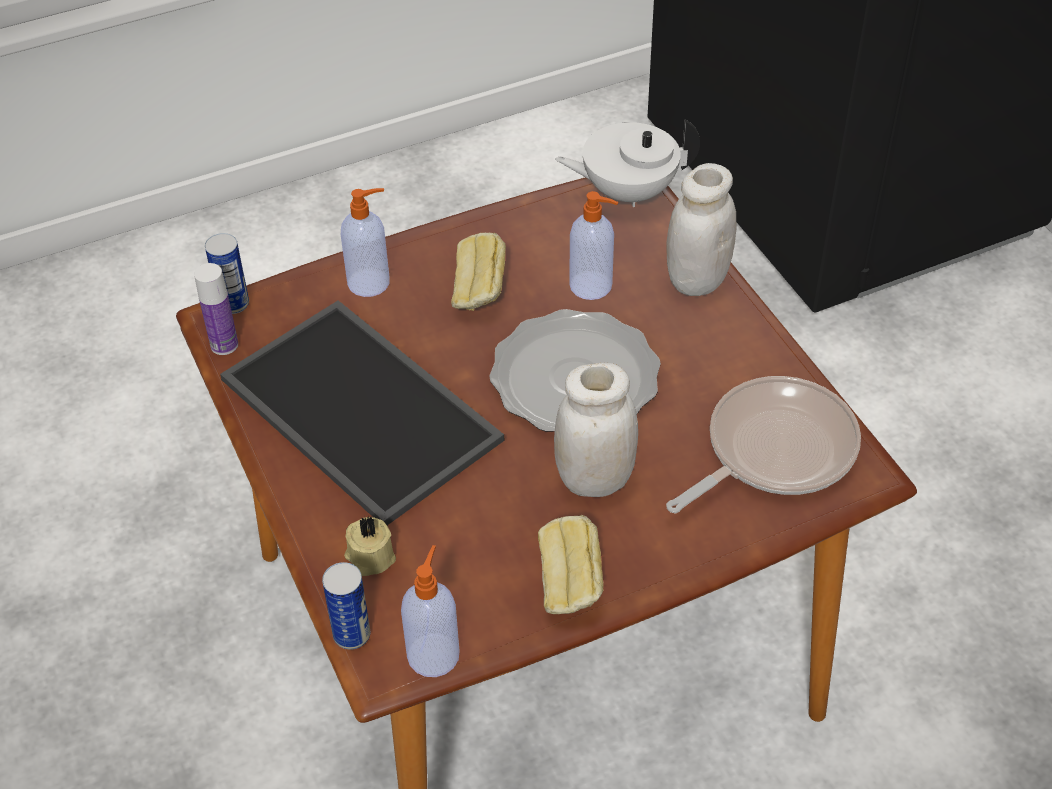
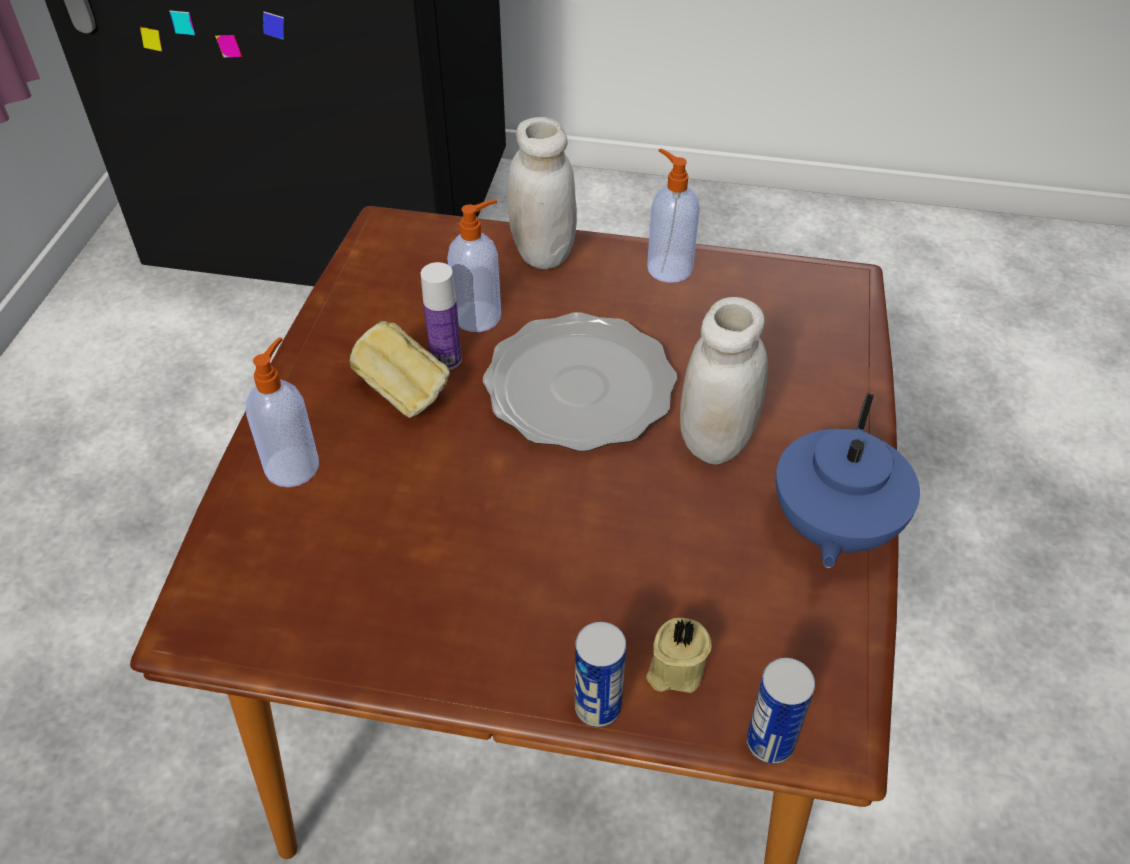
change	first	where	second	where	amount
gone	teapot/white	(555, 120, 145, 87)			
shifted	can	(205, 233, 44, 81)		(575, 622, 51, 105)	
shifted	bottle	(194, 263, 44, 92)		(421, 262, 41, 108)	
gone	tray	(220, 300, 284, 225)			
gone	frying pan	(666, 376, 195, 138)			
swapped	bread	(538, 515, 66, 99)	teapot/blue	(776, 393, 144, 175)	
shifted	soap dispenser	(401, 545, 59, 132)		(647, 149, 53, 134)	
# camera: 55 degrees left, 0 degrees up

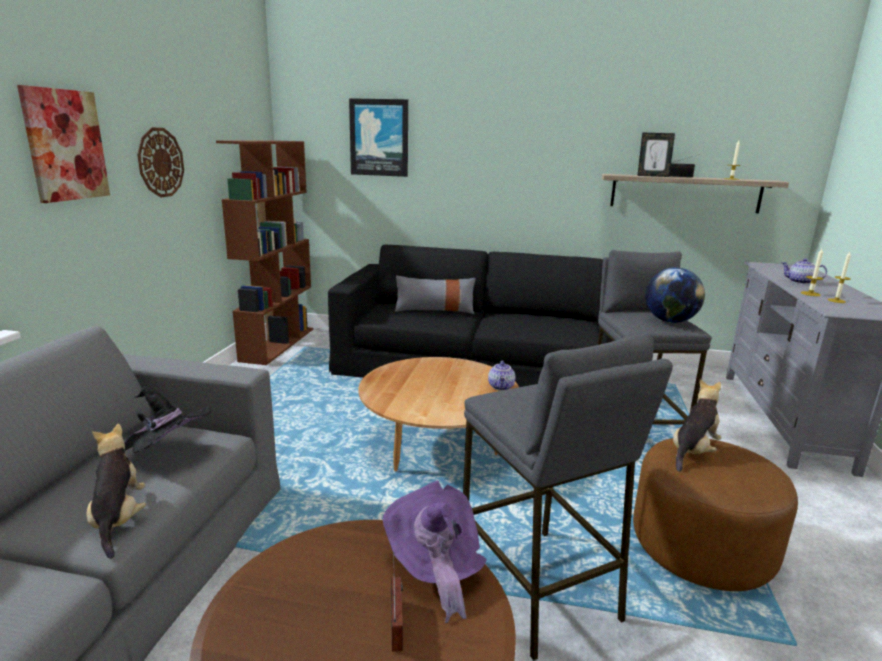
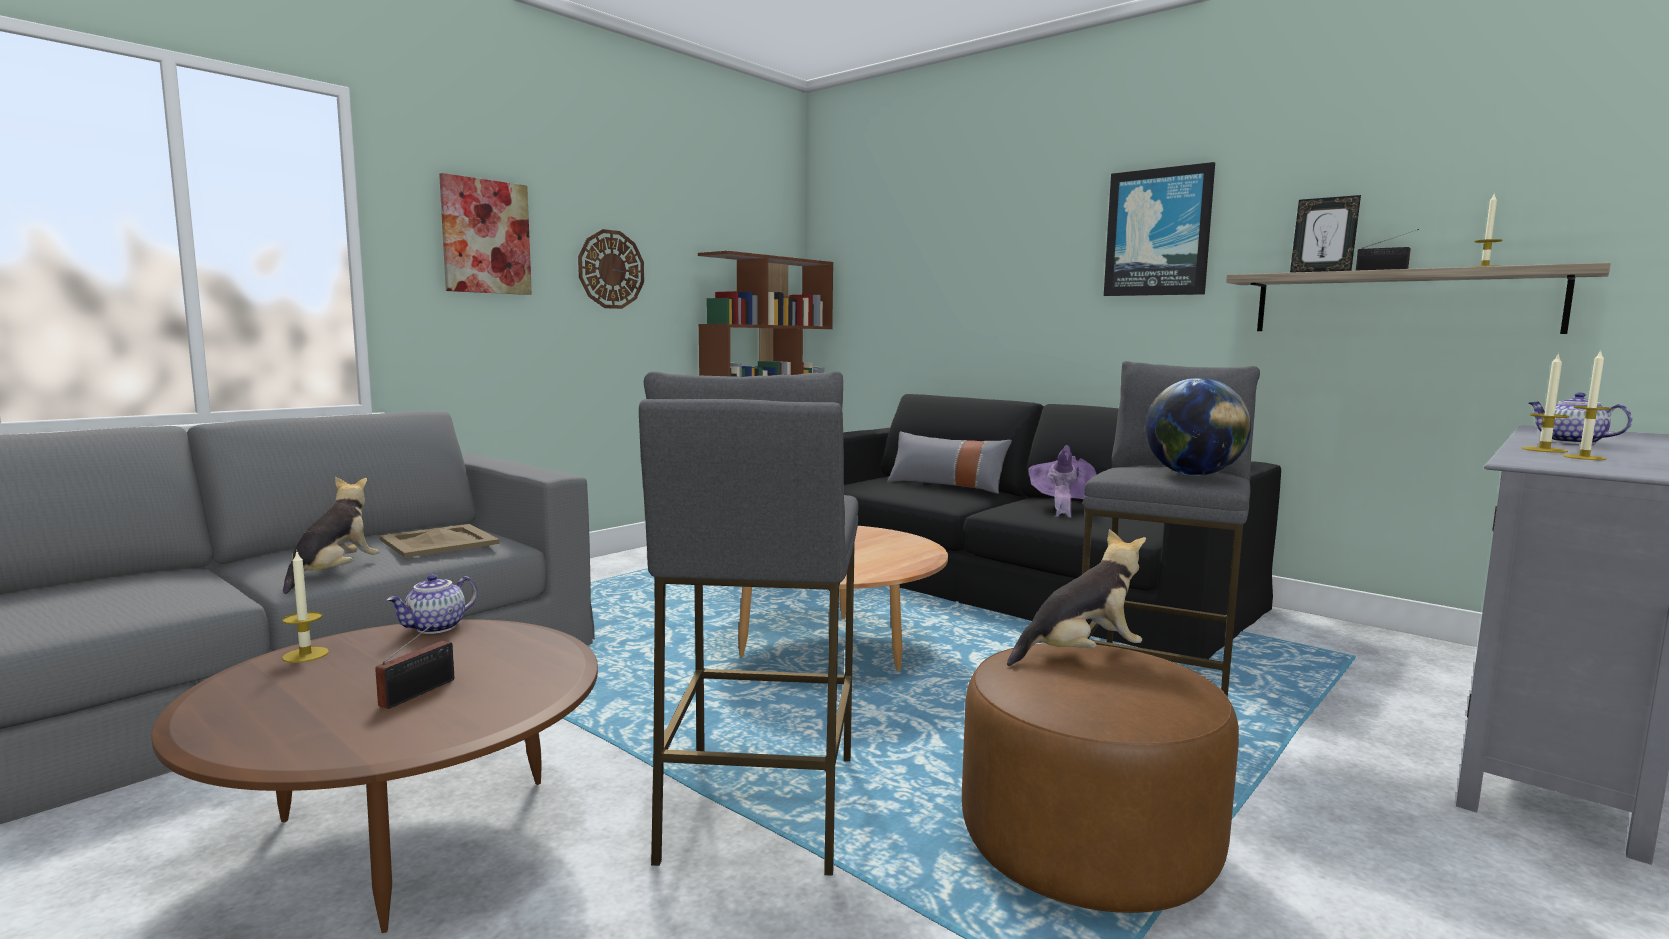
change	first	where	second	where	amount
shifted	picture	(349, 98, 59, 79)		(1104, 162, 111, 134)	
shifted	teapot	(488, 360, 27, 31)		(386, 574, 92, 60)	
swapped	hat/black	(124, 386, 87, 67)	tray/beige	(379, 524, 121, 34)	
shifted	hat/purple	(383, 481, 104, 142)		(1028, 445, 69, 73)	
new			candle	(282, 550, 47, 113)	
# camera: 30 degrees right, 10 degrees down

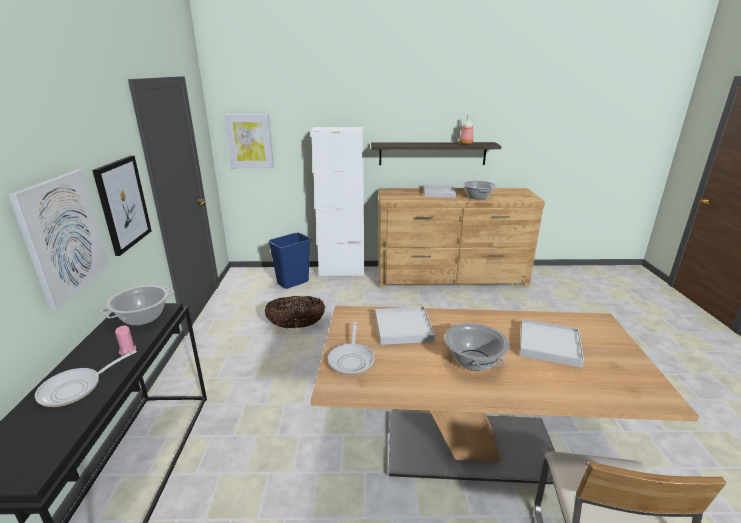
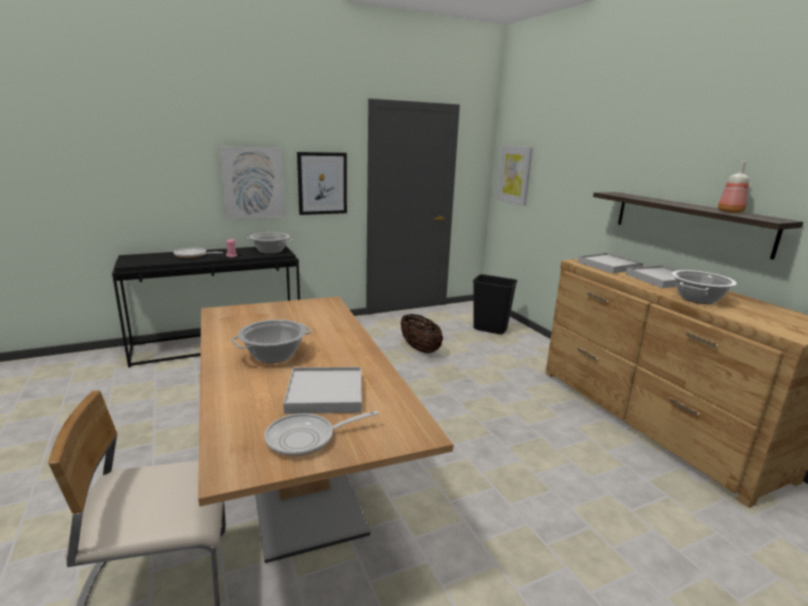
change	first	where	second	where	amount
gone	cabinet/white	(311, 127, 53, 149)			
repainted	trash can/blue	(268, 233, 43, 56)	trash can/black	(473, 274, 44, 60)	
shifted	tray/white	(375, 307, 60, 38)		(578, 253, 65, 20)	
shifted	frying pan	(328, 322, 47, 53)		(265, 411, 114, 46)	
# camera: 65 degrees right, 5 degrees down

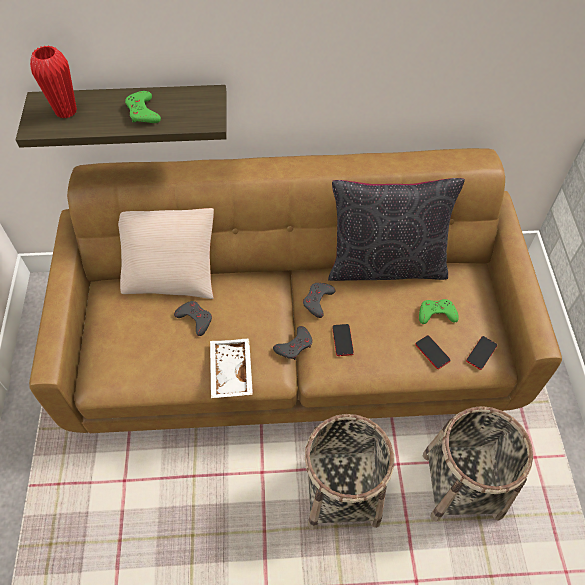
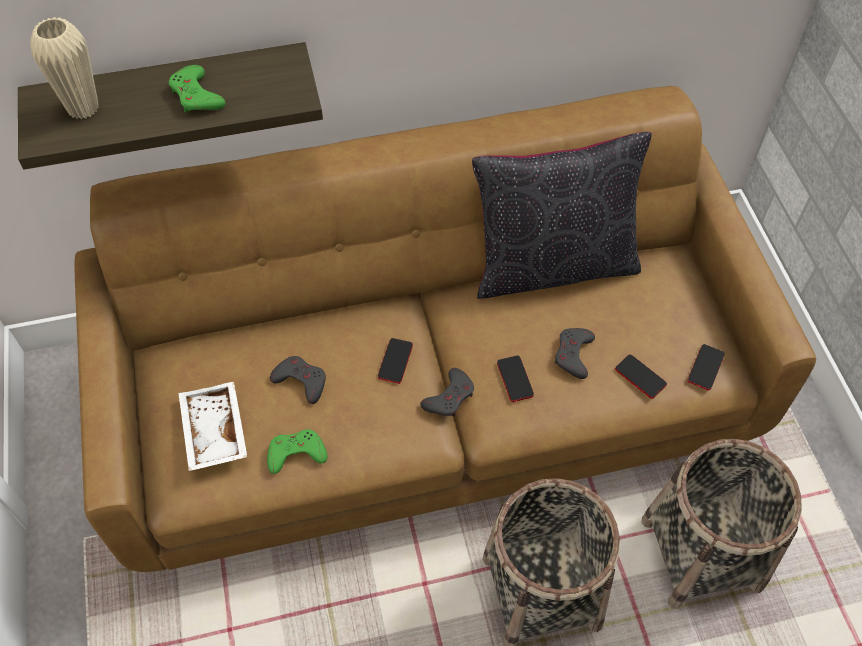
change	first	where	second	where	amount
repainted	vase/red	(30, 45, 47, 73)	vase/beige	(30, 17, 69, 102)	
gone	pillow/beige	(118, 208, 96, 91)			
shifted	game controller/grey	(303, 283, 33, 35)		(555, 328, 40, 51)	
shifted	game controller/green	(419, 299, 40, 25)		(267, 429, 61, 45)	
shifted	tray/white	(210, 339, 43, 59)		(178, 382, 69, 89)	
new			phone	(378, 338, 35, 46)	
# camera: 10 degrees left, 0 degrees up

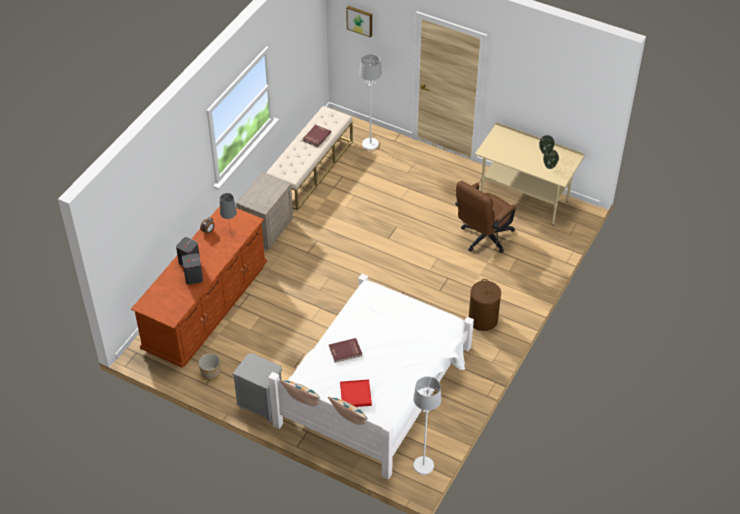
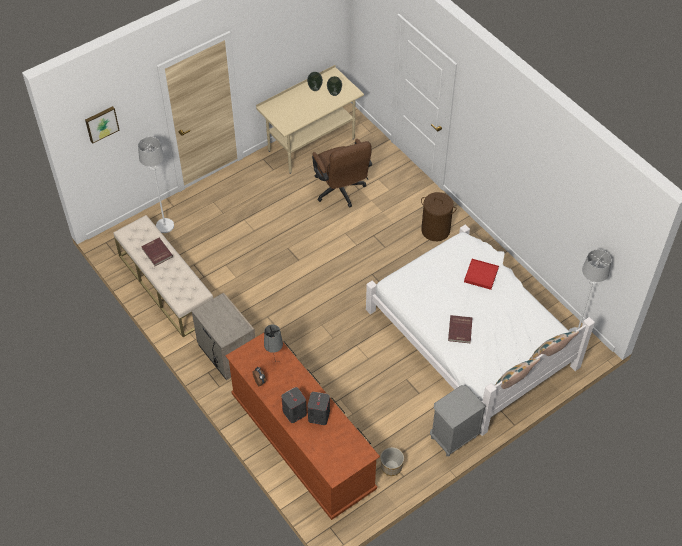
change	first	where	second	where	amount
shifted	tray/red	(340, 379, 32, 28)		(464, 259, 35, 31)	
# camera: 65 degrees left, 5 degrees up

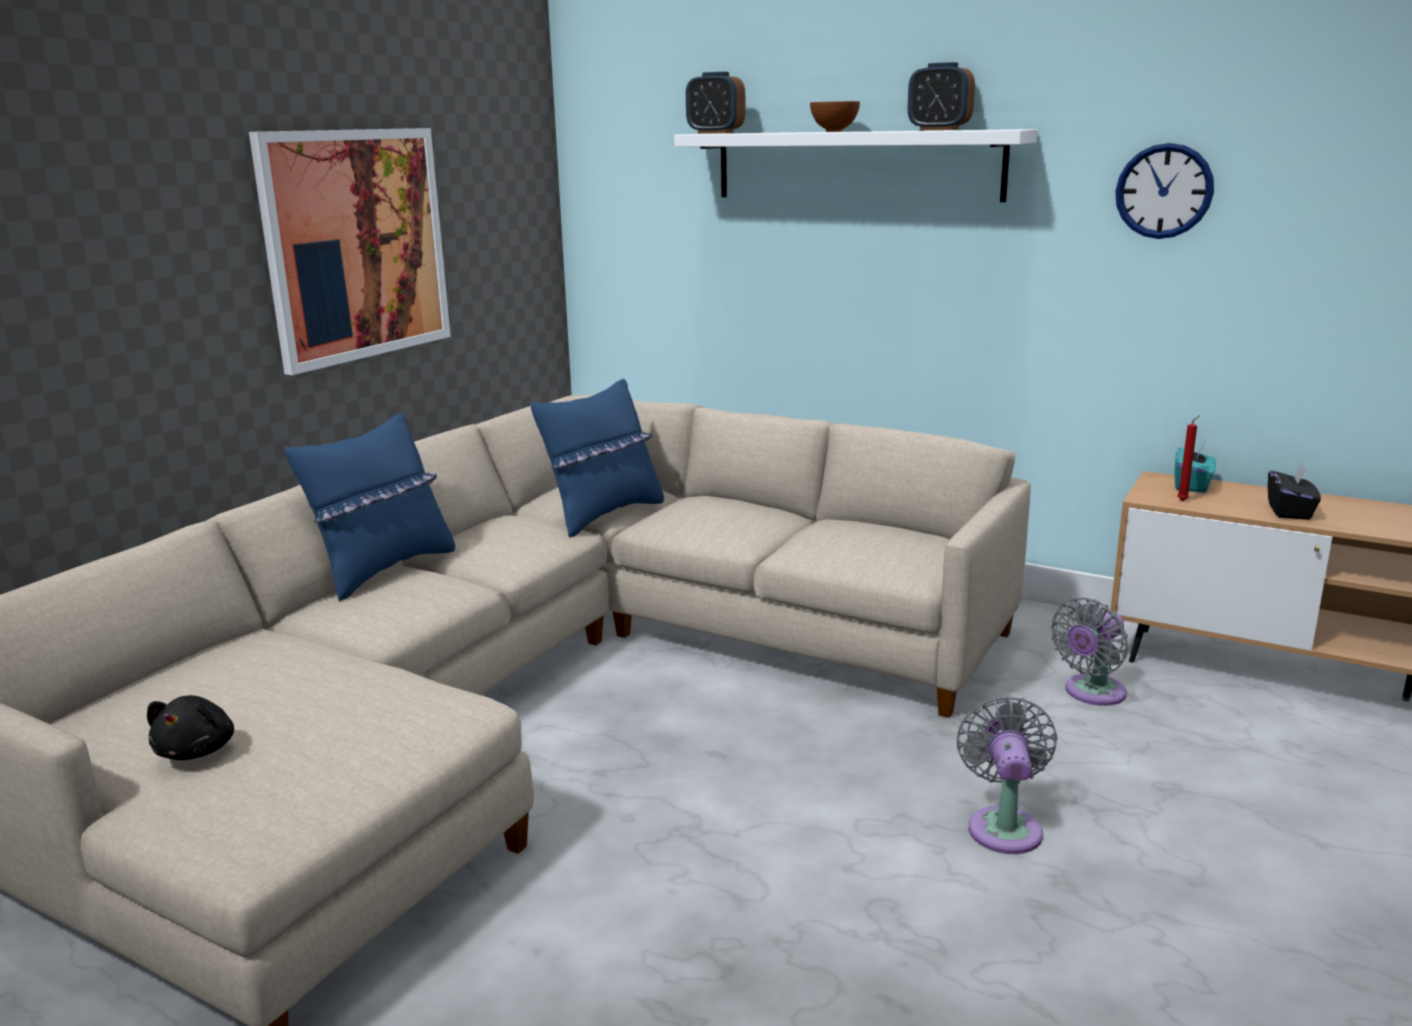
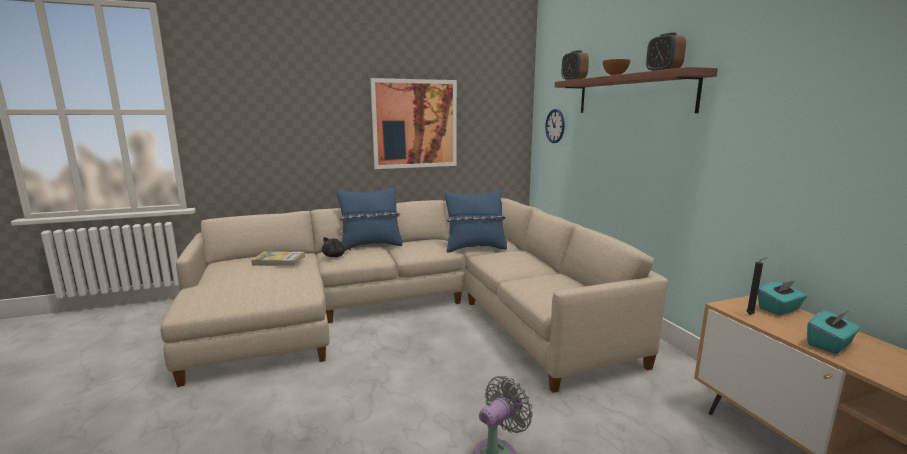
change	first	where	second	where	amount
repainted	shelf/white	(674, 129, 363, 73)	shelf/brown	(555, 67, 163, 46)	
shifted	wall clock	(1115, 143, 99, 96)		(545, 109, 20, 34)	
repainted	candle/red	(1177, 415, 23, 86)	candle/black	(746, 257, 22, 58)	
repainted	tissue box/black	(1268, 464, 53, 56)	tissue box/turquoise	(807, 311, 53, 43)	
gone	fan/grey	(1051, 598, 77, 108)			
shifted	plush toy/black	(147, 695, 87, 65)		(322, 237, 29, 20)	
new			book	(251, 251, 54, 15)	
# camera: 40 degrees right, 5 degrees down

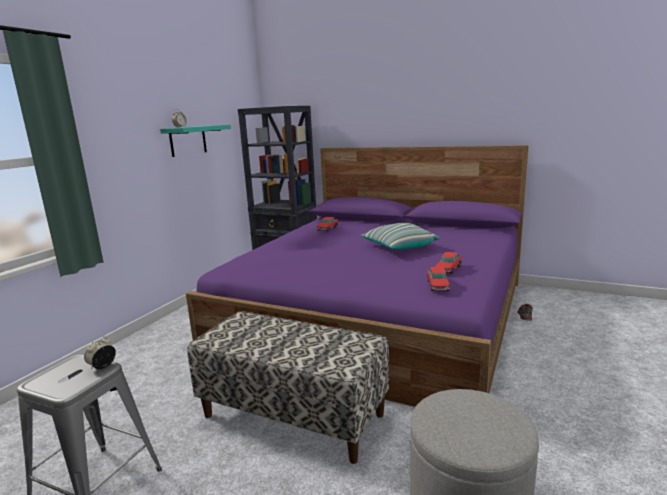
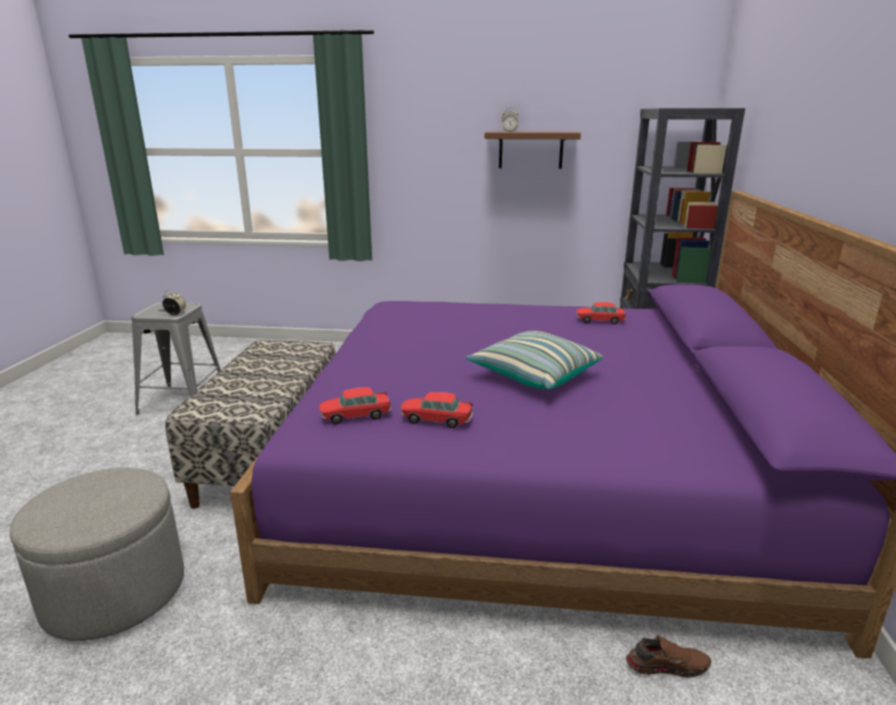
change	first	where	second	where	amount
repainted	shelf/turquoise	(160, 125, 71, 32)	shelf/brown	(485, 132, 96, 37)	
# camera: 70 degrees right, 5 degrees up

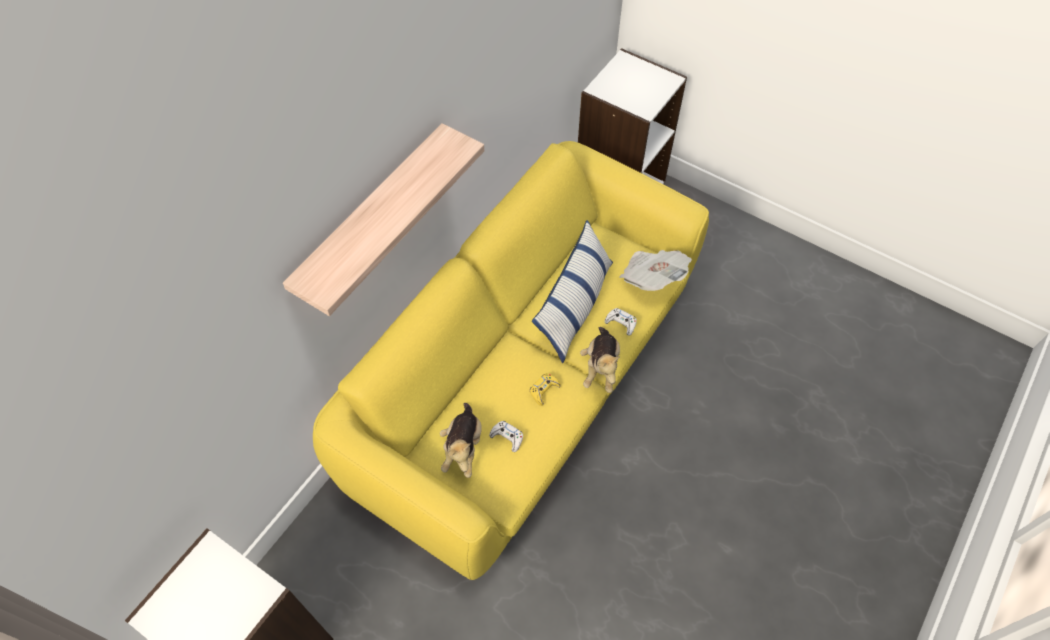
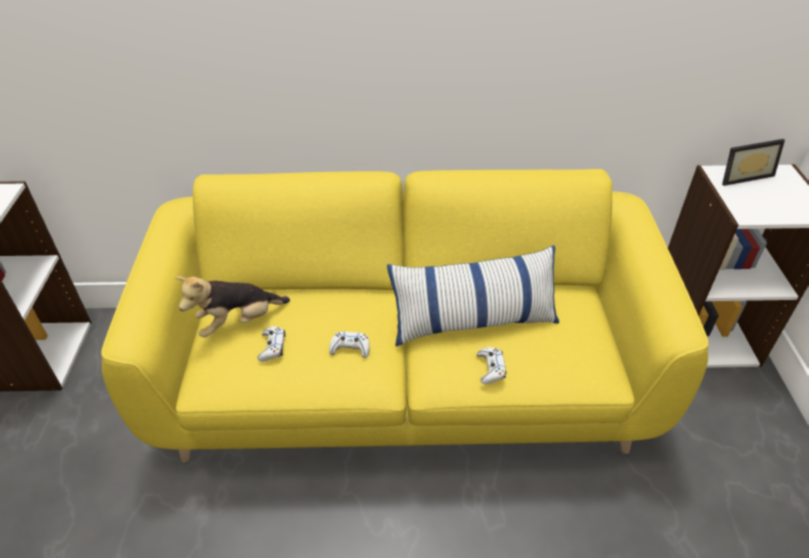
change	first	where	second	where	amount
gone	shelf	(283, 123, 201, 193)			
gone	newspaper	(620, 250, 72, 41)			
gone	plush toy	(580, 327, 40, 66)			
repainted	game controller/yellow	(530, 373, 31, 33)	game controller/white	(329, 331, 41, 27)	
new			picture frame	(722, 139, 63, 47)	
# camera: 55 degrees right, 15 degrees down

